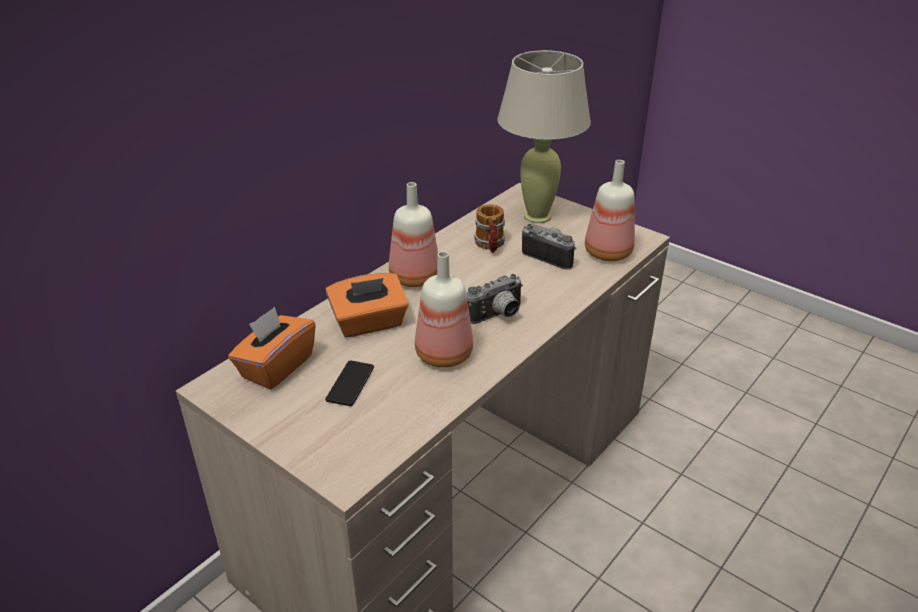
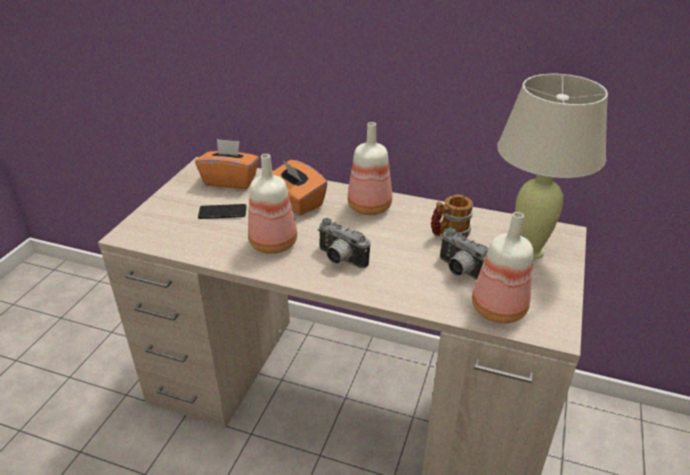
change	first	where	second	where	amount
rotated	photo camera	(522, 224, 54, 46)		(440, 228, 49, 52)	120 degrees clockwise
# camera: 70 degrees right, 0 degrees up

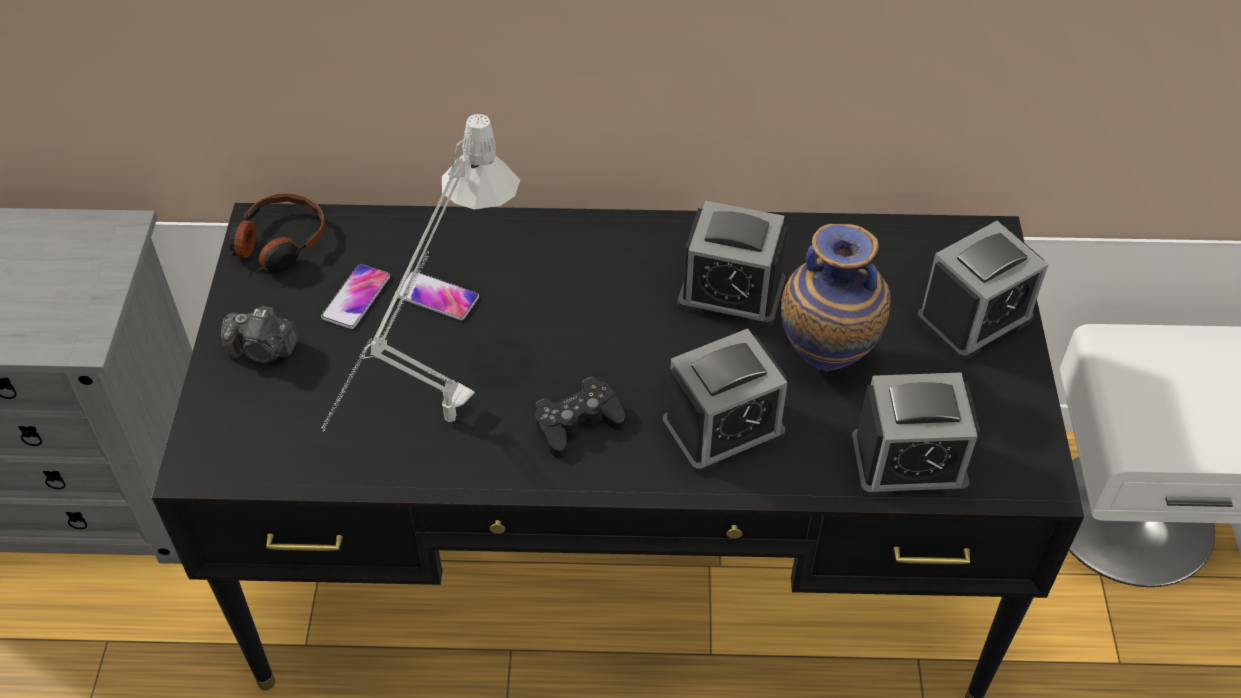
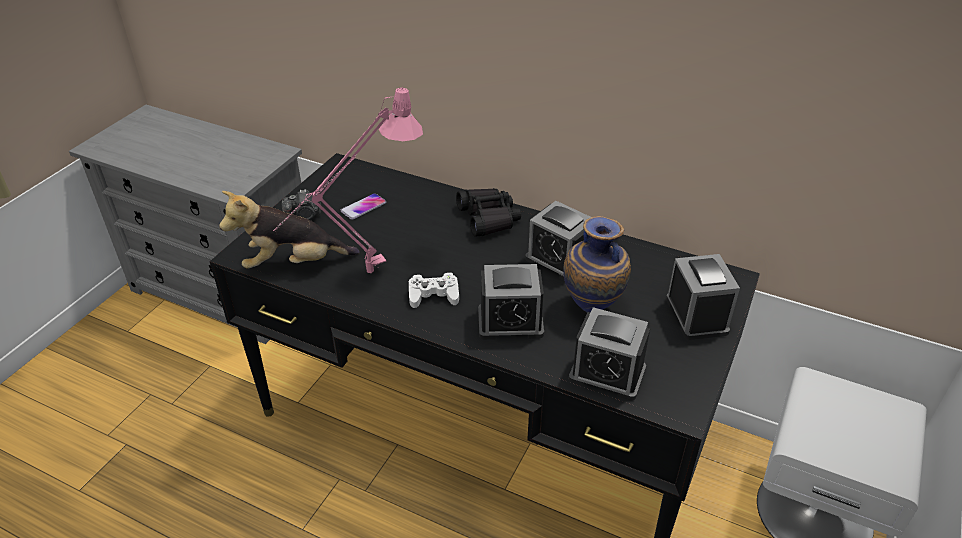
change	first	where	second	where	amount
repainted	table lamp/grey	(322, 114, 198, 318)	table lamp/pink	(273, 88, 150, 185)	
gone	headphones	(229, 193, 96, 80)			
rotated	alarm clock	(917, 221, 132, 140)		(666, 254, 74, 86)	90 degrees counterclockwise
gone	phone	(395, 271, 84, 49)			
rotated	photo camera	(221, 306, 78, 57)		(282, 189, 39, 31)	45 degrees counterclockwise
repainted	game controller/black	(535, 377, 90, 81)	game controller/white	(409, 272, 50, 36)	
new			binoculars/black	(456, 188, 65, 49)	
new			plush toy	(219, 191, 141, 78)	
# camera: 25 degrees right, 10 degrees down

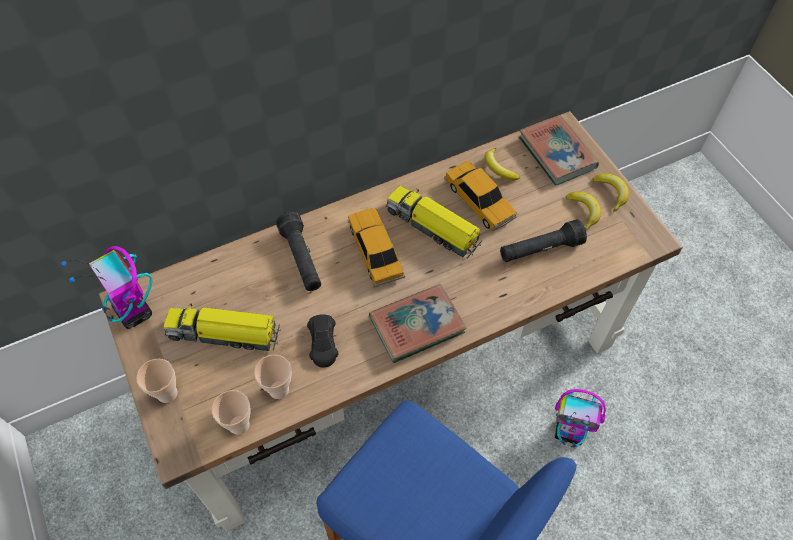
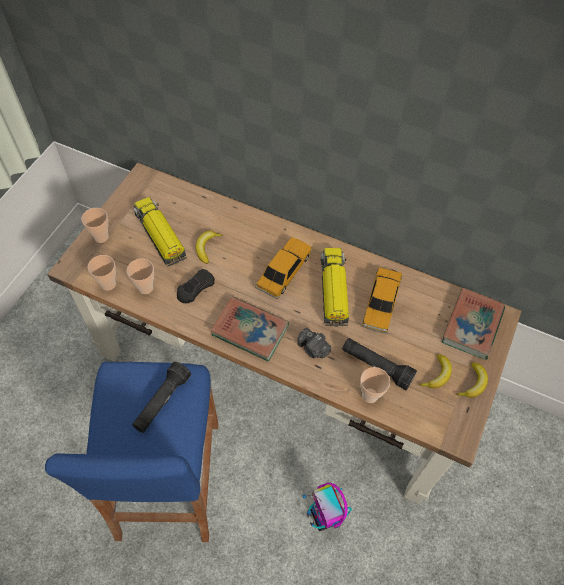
change	first	where	second	where	amount
shifted	banana	(484, 148, 36, 33)		(196, 231, 27, 33)	
shifted	flashlight/black	(276, 212, 45, 79)		(132, 362, 59, 71)	
gone	toy robot	(61, 246, 92, 83)			
new			photo camera	(298, 327, 33, 31)	
new			cup	(360, 367, 30, 36)	
# camera: 50 degrees right, 0 degrees up

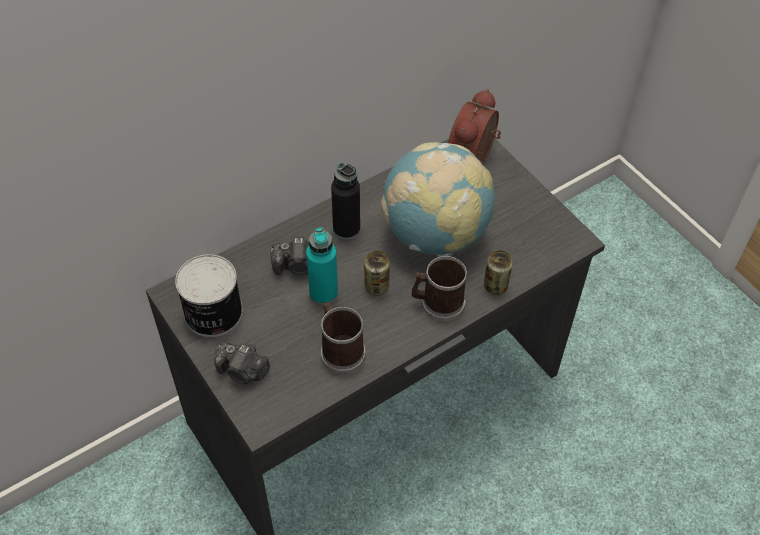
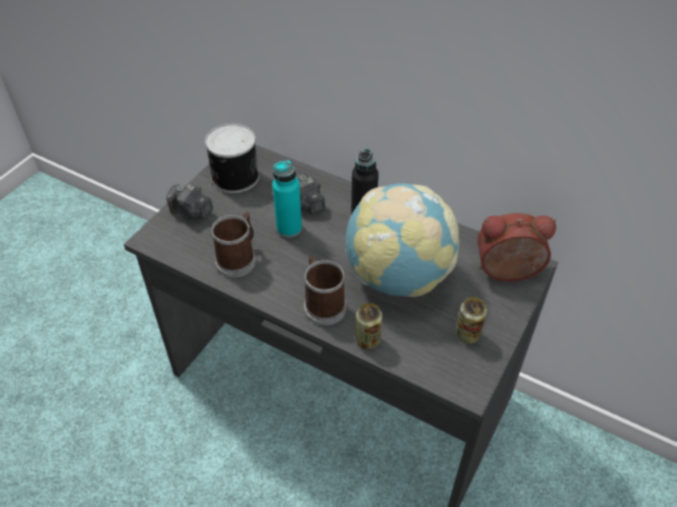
change	first	where	second	where	amount
shifted	can	(364, 251, 26, 45)		(456, 297, 31, 47)	
rotated	photo camera	(214, 341, 56, 43)		(166, 185, 47, 35)	60 degrees counterclockwise
# camera: 65 degrees right, 5 degrees down

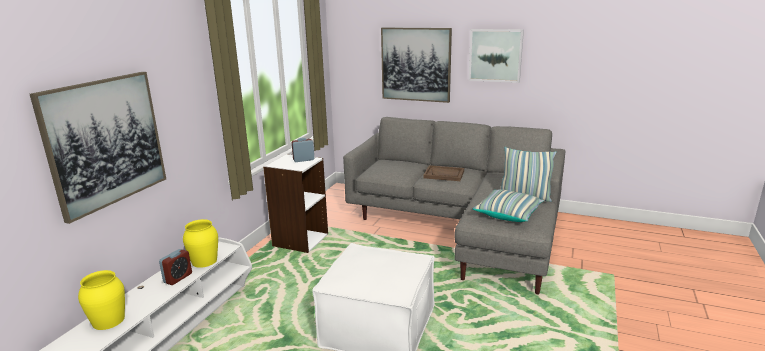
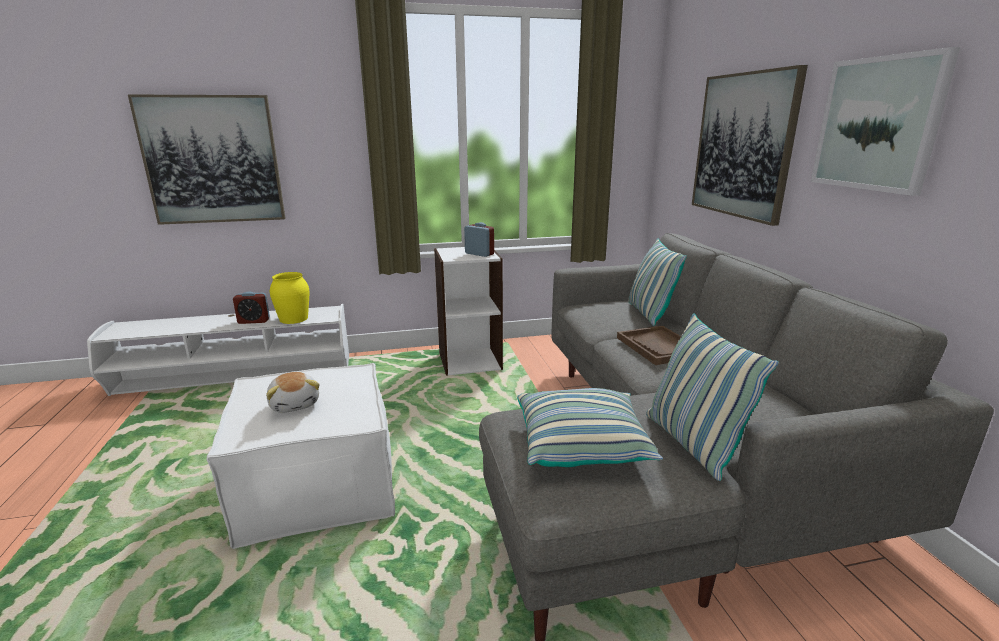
change	first	where	second	where	amount
gone	vase/yellow	(78, 270, 47, 60)			
new			pillow	(628, 238, 59, 88)	
new			plush toy	(266, 372, 53, 41)	
# camera: 55 degrees right, 0 degrees up

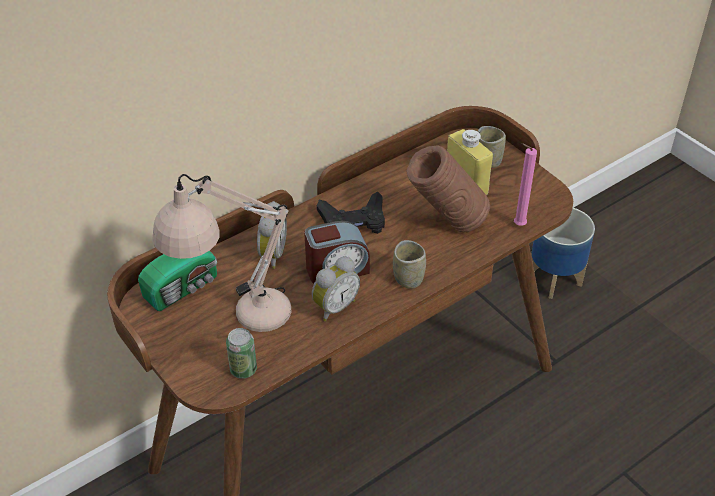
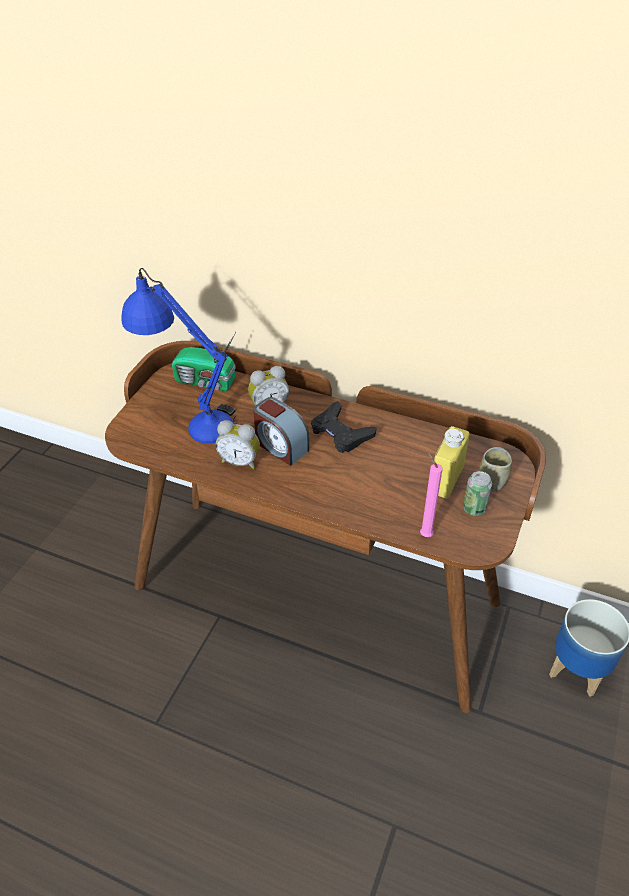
change	first	where	second	where	amount
gone	vase/brown	(407, 145, 83, 87)			
repainted	table lamp/beige	(152, 174, 139, 158)	table lamp/blue	(122, 268, 115, 176)	
gone	cup	(393, 240, 33, 49)			
shifted	can	(226, 328, 31, 51)		(463, 471, 29, 45)	
# camera: 60 degrees right, 0 degrees up

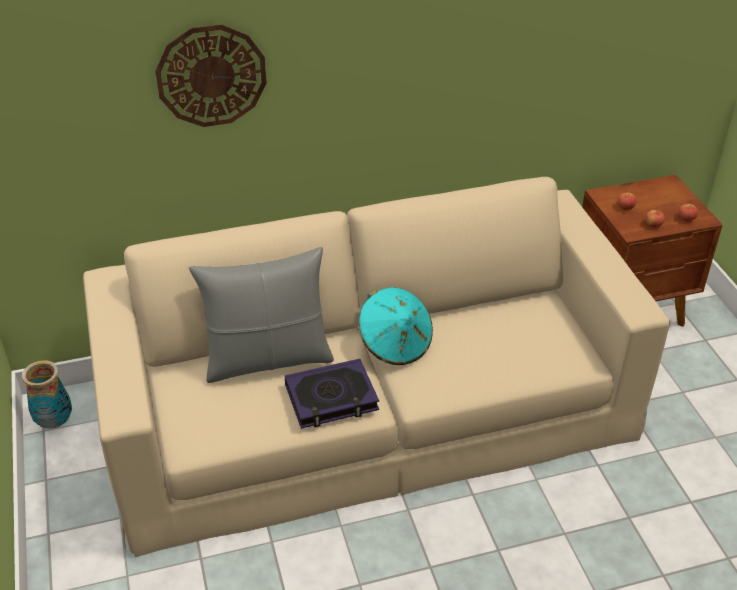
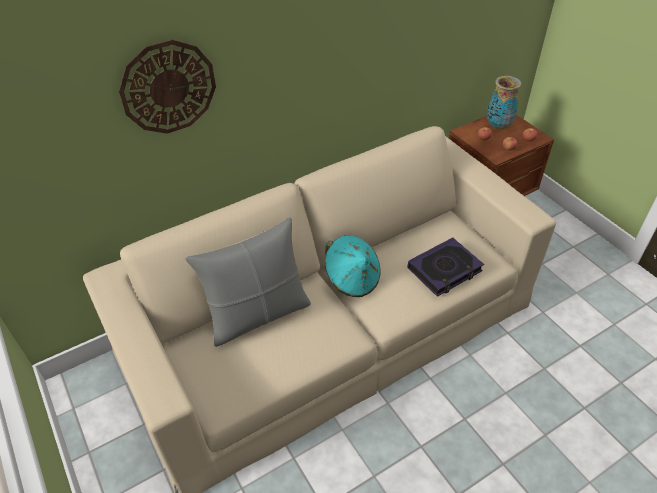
change	first	where	second	where	amount
shifted	book	(285, 359, 94, 70)		(408, 237, 76, 60)	
shifted	vase	(22, 360, 50, 69)		(486, 76, 35, 54)	
# camera: 15 degrees left, 5 degrees up

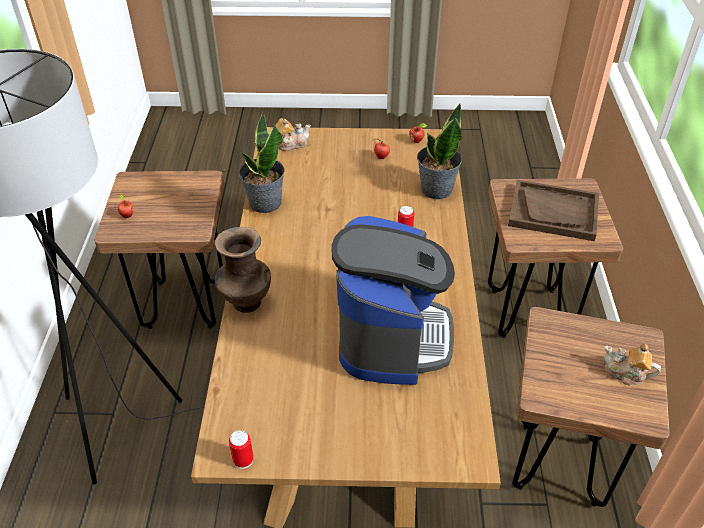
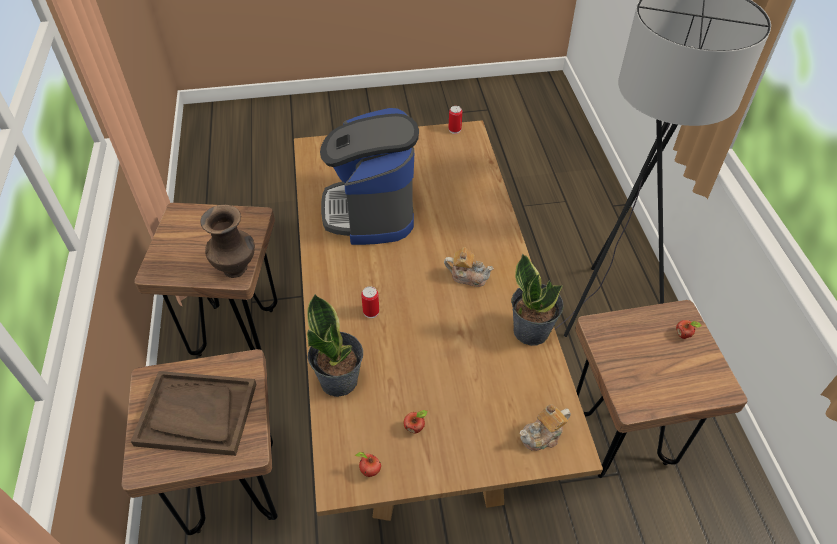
change	first	where	second	where	amount
shifted	vase/brown	(214, 227, 57, 86)		(200, 205, 55, 73)	
shifted	teapot	(604, 344, 57, 42)		(444, 247, 50, 40)	
# camera: 170 degrees right, 5 degrees up

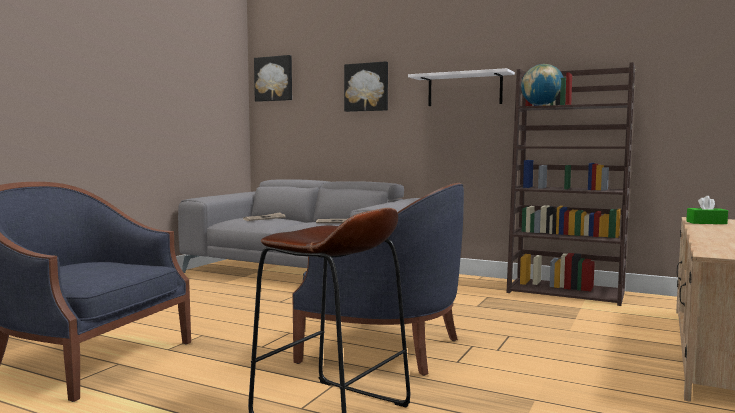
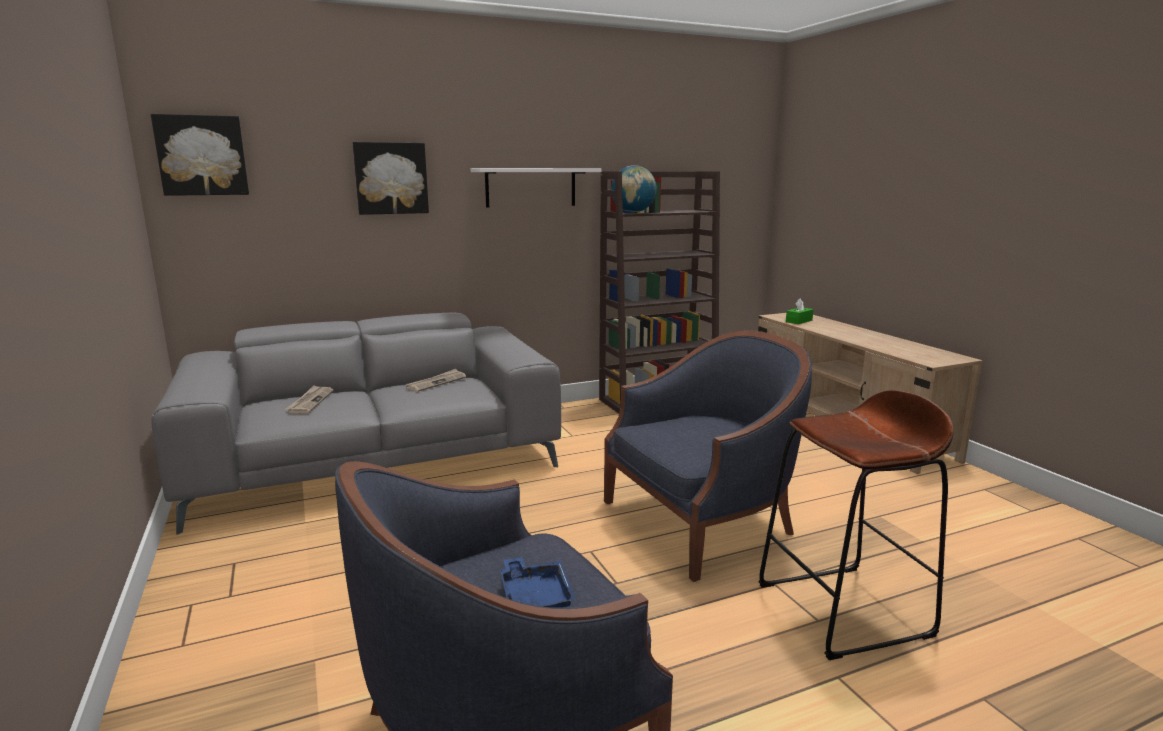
change	first	where	second	where	amount
new			tray/blue	(500, 557, 76, 51)	
# camera: 50 degrees left, 10 degrees up

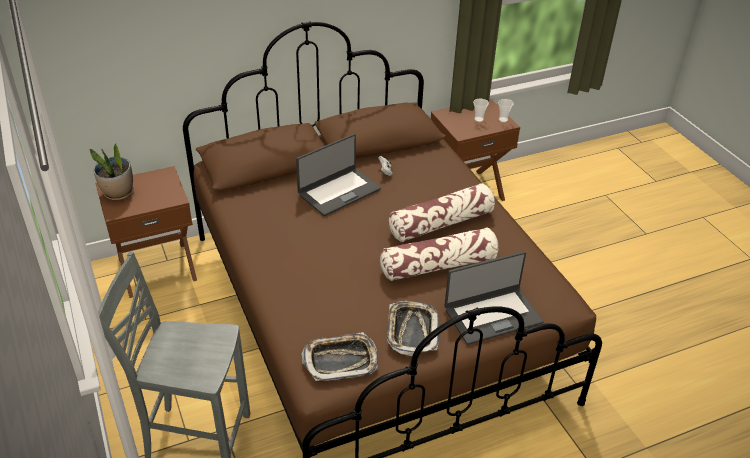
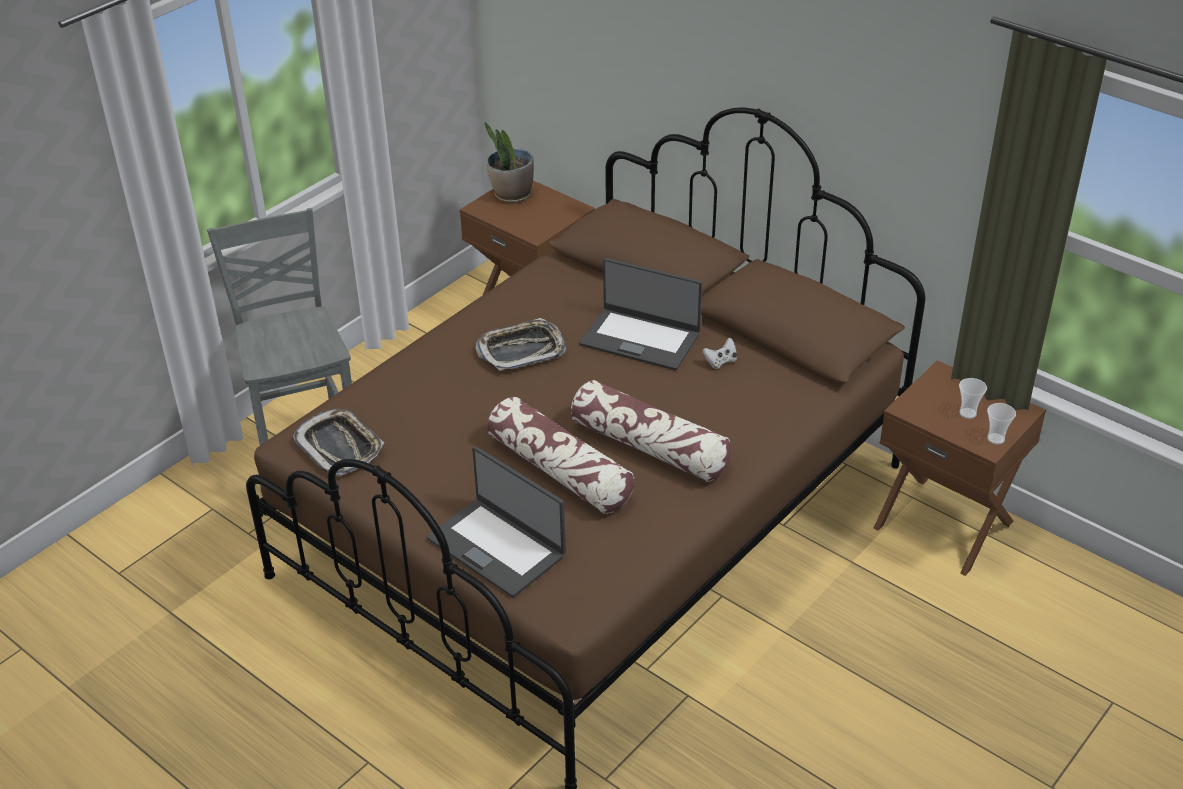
change	first	where	second	where	amount
shifted	tray	(387, 301, 52, 55)		(475, 318, 91, 53)	
# camera: 65 degrees right, 0 degrees up

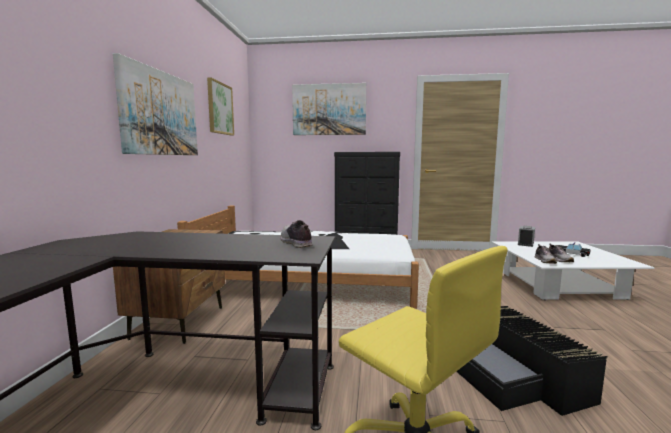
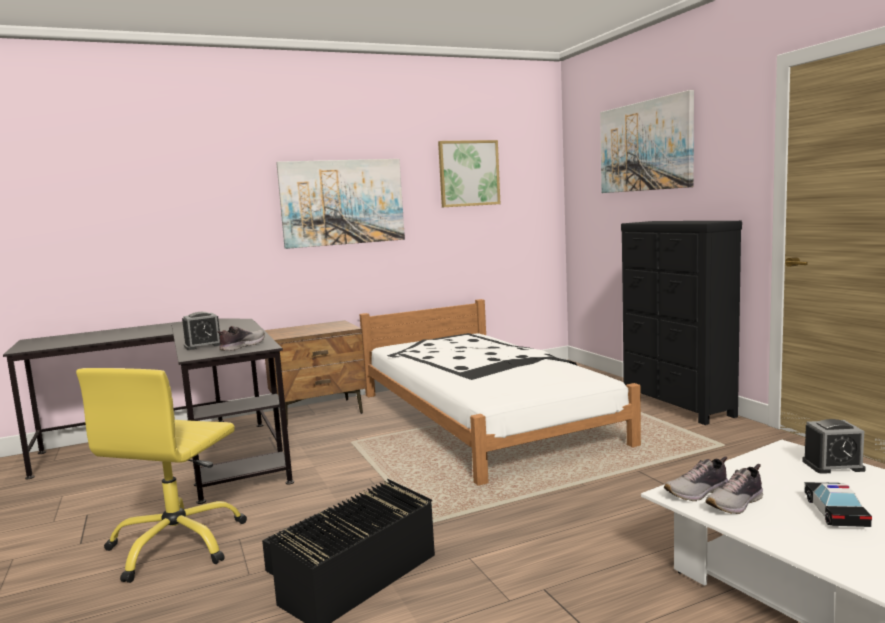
change	first	where	second	where	amount
new			alarm clock	(182, 312, 38, 38)	
# camera: 60 degrees right, 0 degrees up

